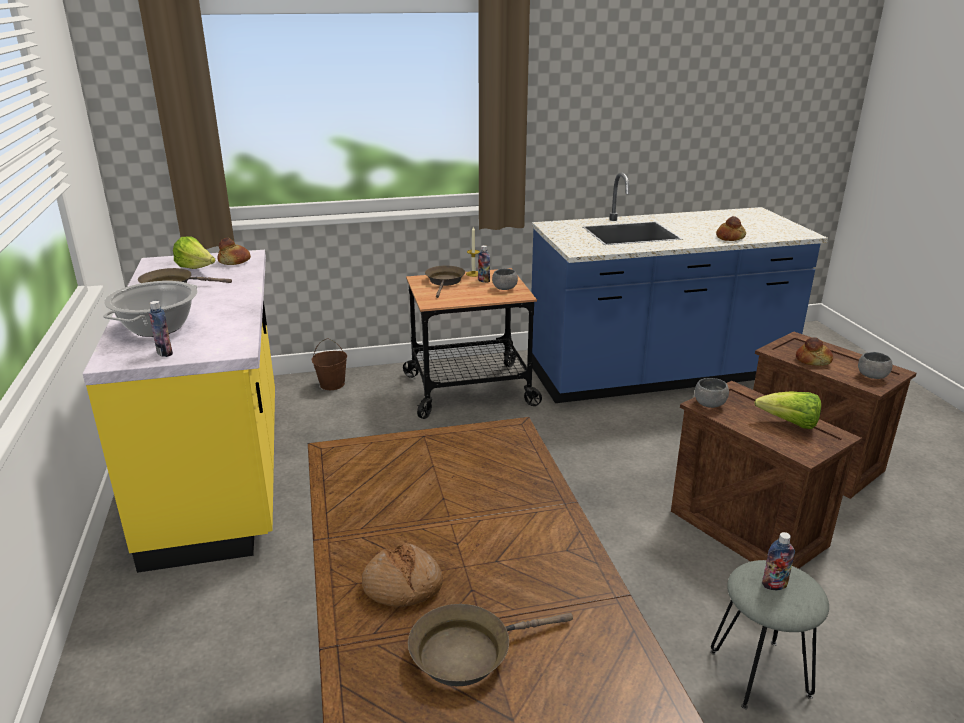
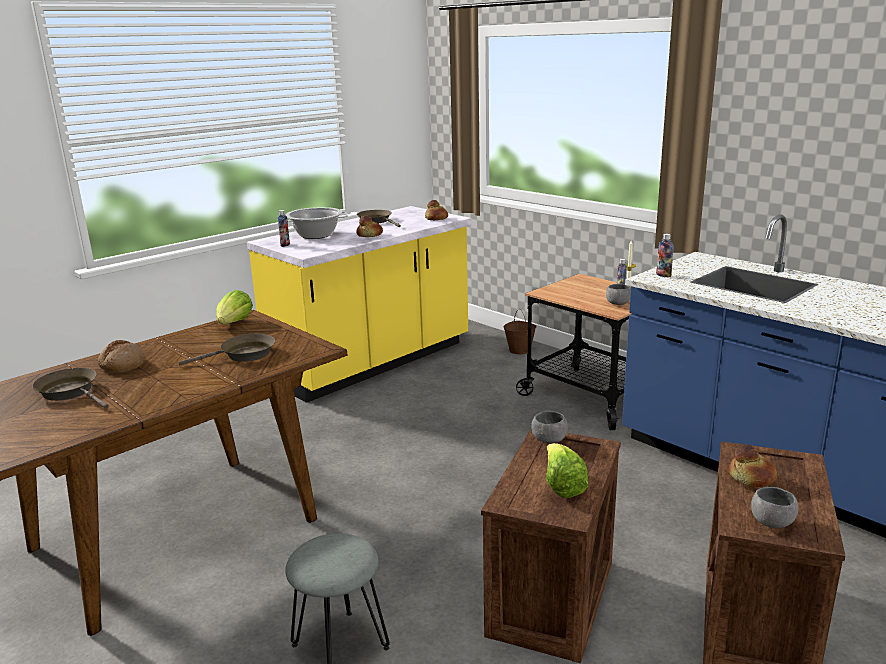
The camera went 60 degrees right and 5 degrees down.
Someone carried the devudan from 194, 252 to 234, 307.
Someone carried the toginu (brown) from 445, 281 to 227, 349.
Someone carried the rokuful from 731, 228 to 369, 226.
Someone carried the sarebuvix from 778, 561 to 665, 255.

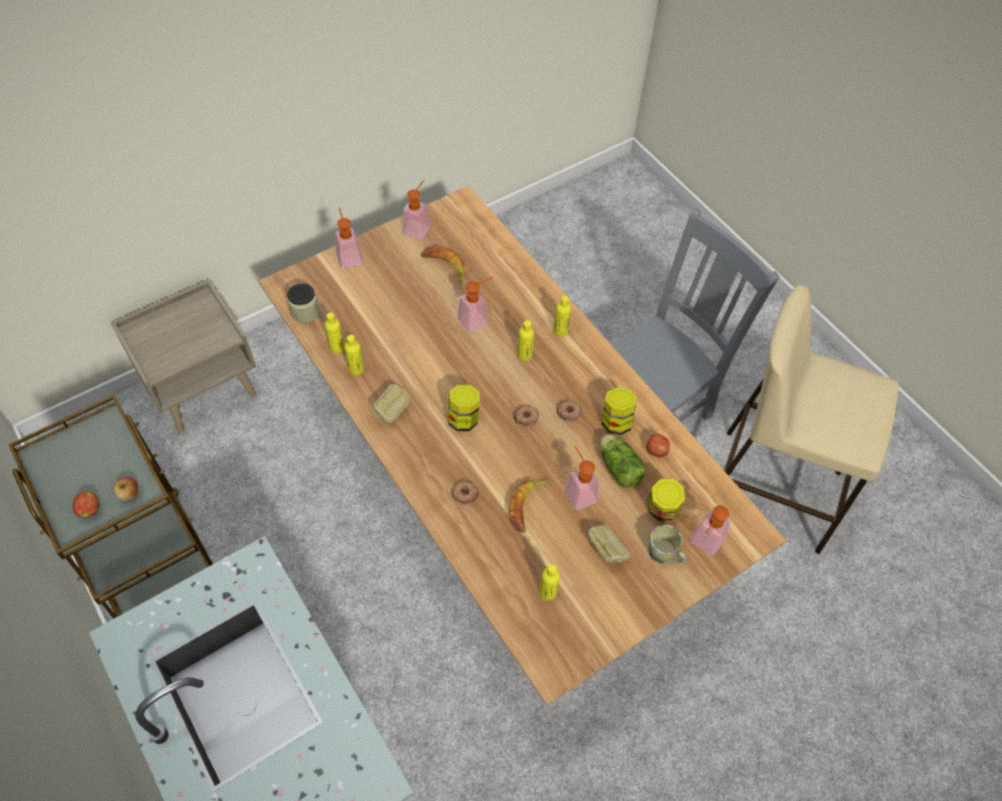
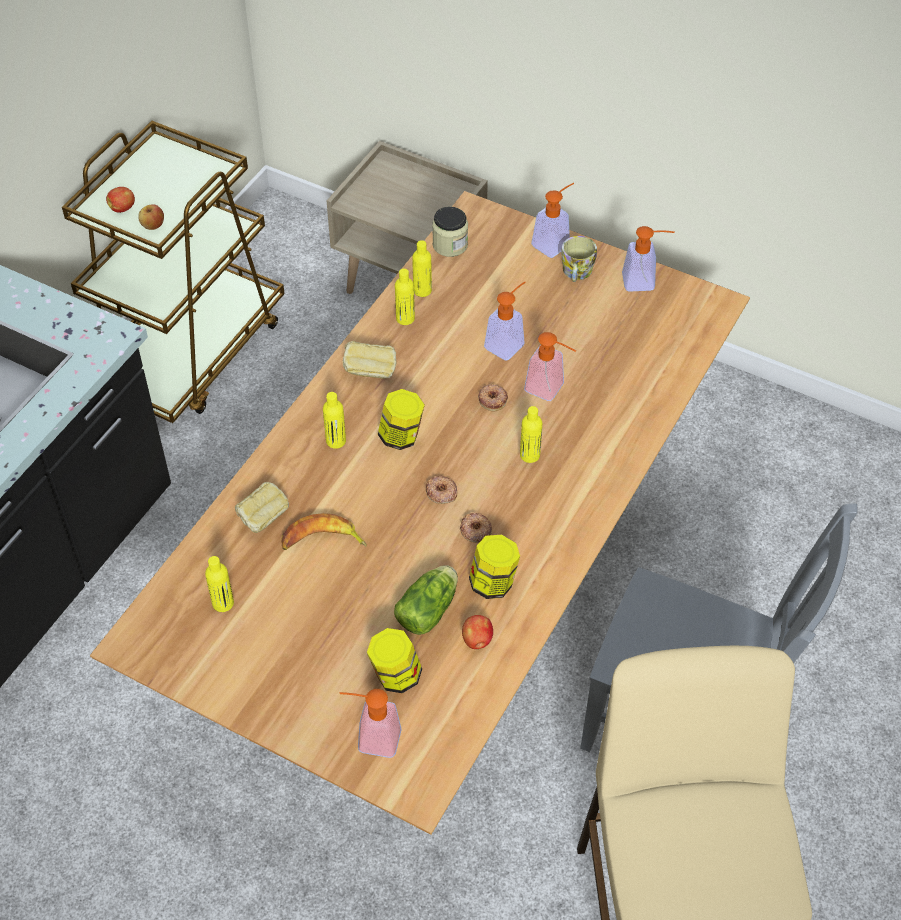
The camera went 65 degrees right and 5 degrees down.
Someone took away the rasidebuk at 443, 265.
Someone carried the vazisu from 464, 493 to 493, 398.
Someone carried the sarebuvix (yellow) from 562, 316 to 334, 420.
Someone carried the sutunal from 582, 478 to 504, 321.
Someone carried the rokuful from 609, 544 to 262, 507.
Someone carried the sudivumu from 667, 544 to 579, 259.

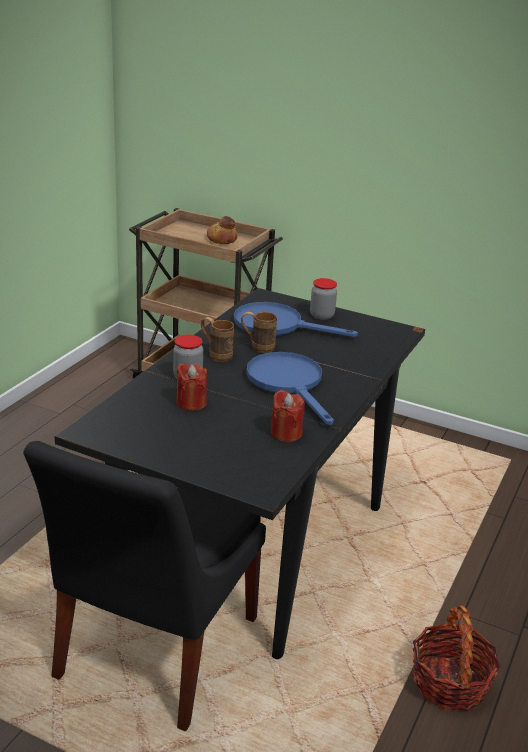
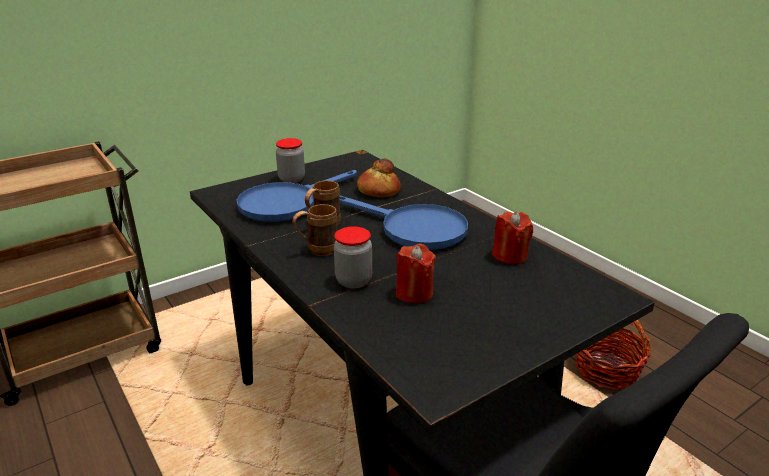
The camera went 60 degrees left and 0 degrees up.
Someone carried the rokuful from 222, 230 to 379, 177.
Someone rotated the toginu (blue) at 290, 388 by 150 degrees counterclockwise.

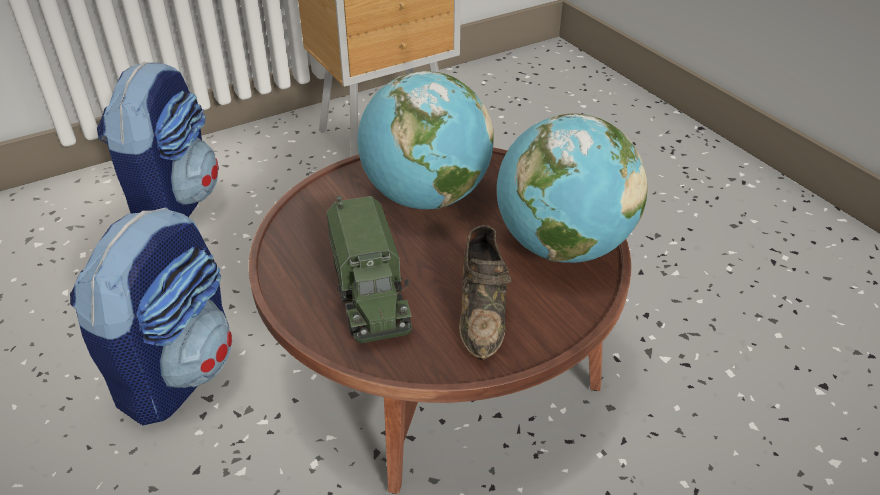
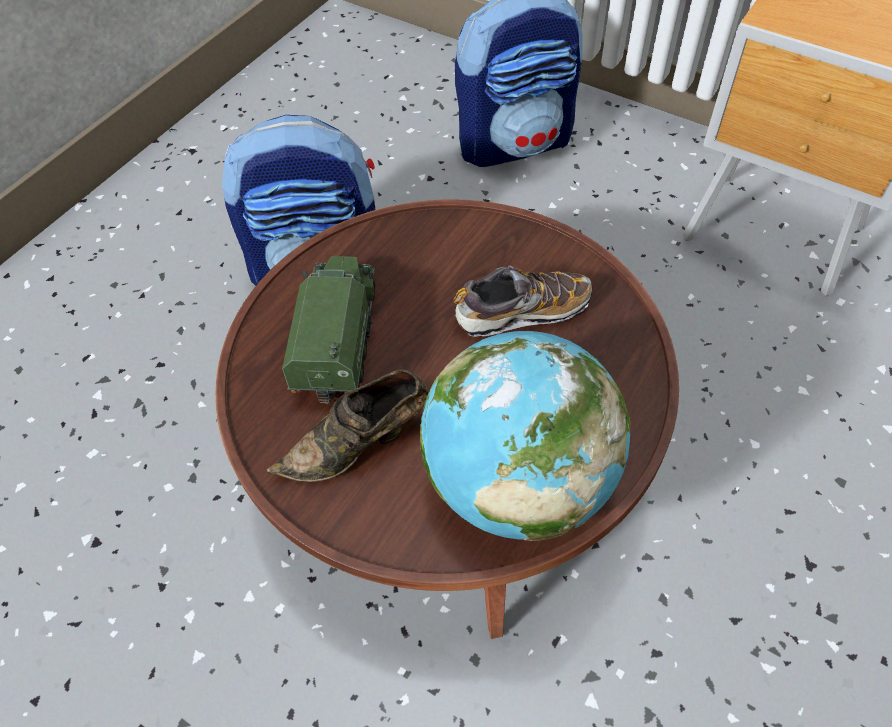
The camera went 65 degrees right and 15 degrees up.
Someone swapped the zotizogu at 426, 140 for the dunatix at 523, 301.
Someone rotated the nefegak at 369, 269 by 135 degrees clockwise.

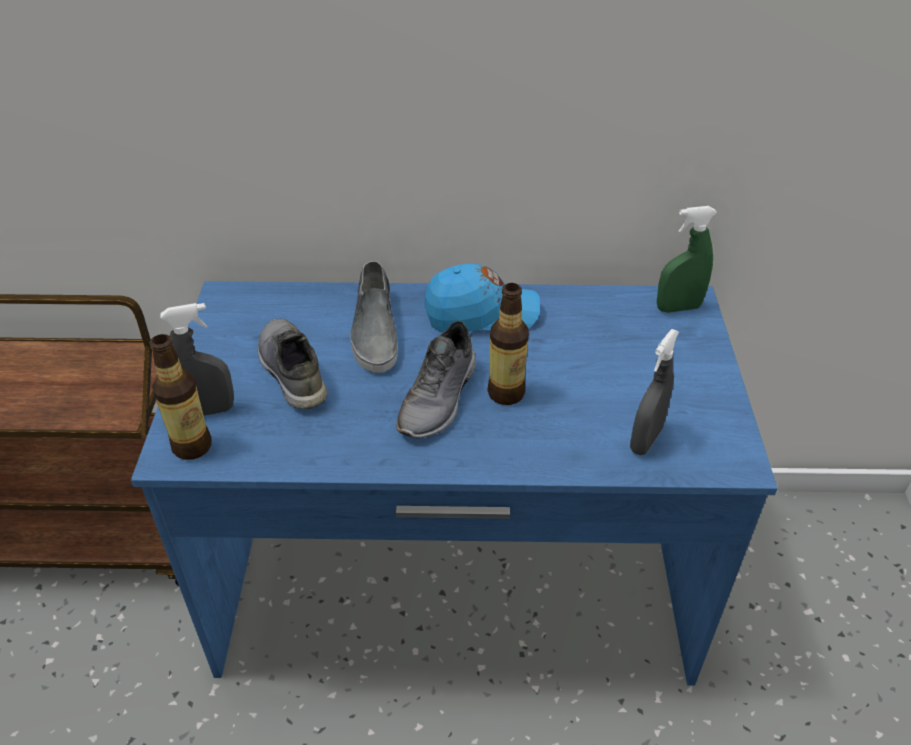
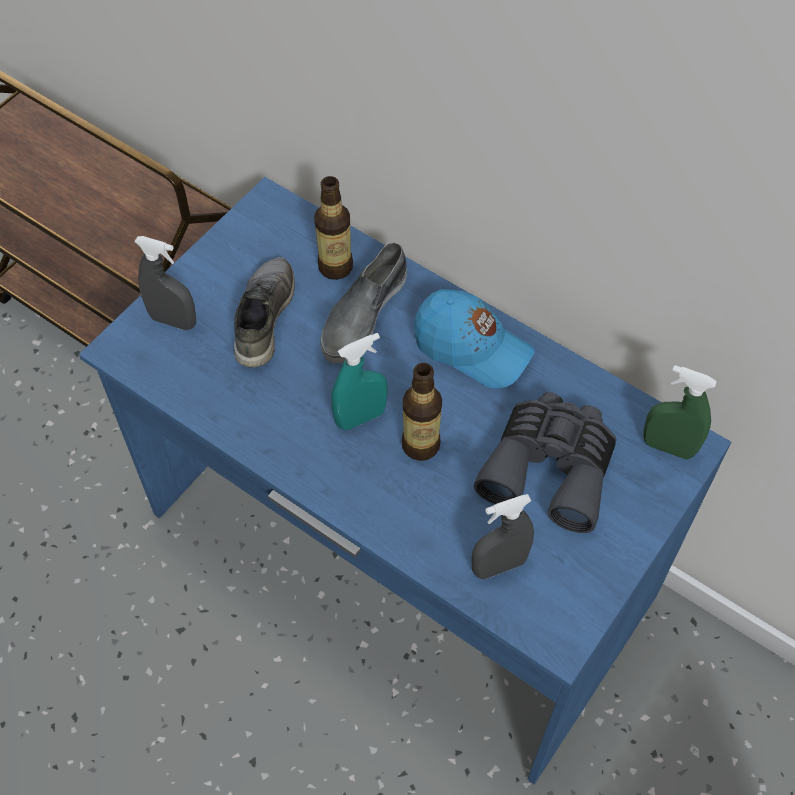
The camera went 35 degrees right and 15 degrees up.
Someone put down the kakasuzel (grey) at 545, 462.
Someone carried the sarebuvix from 180, 397 to 333, 228.
Someone swapped the dunatix (grey) at 436, 379 for the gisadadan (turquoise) at 359, 382.

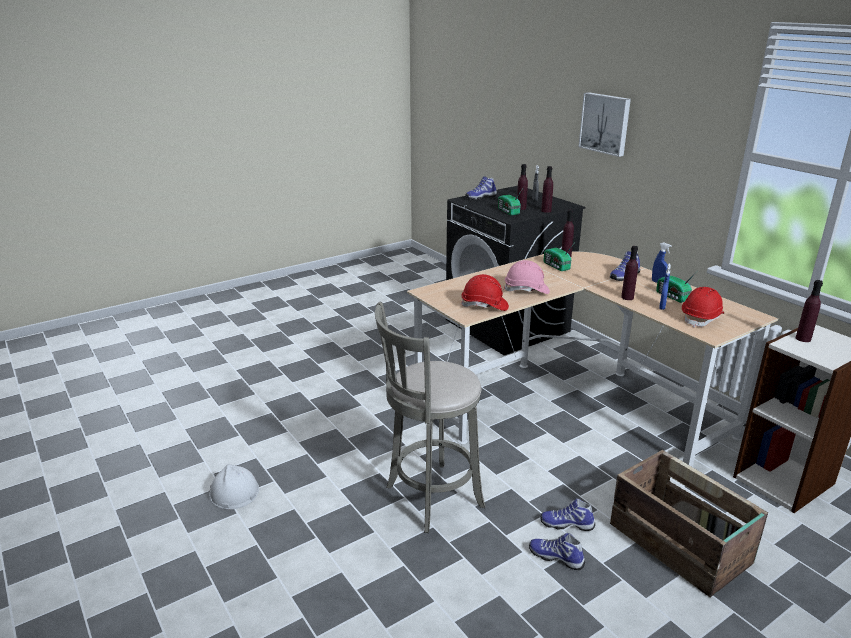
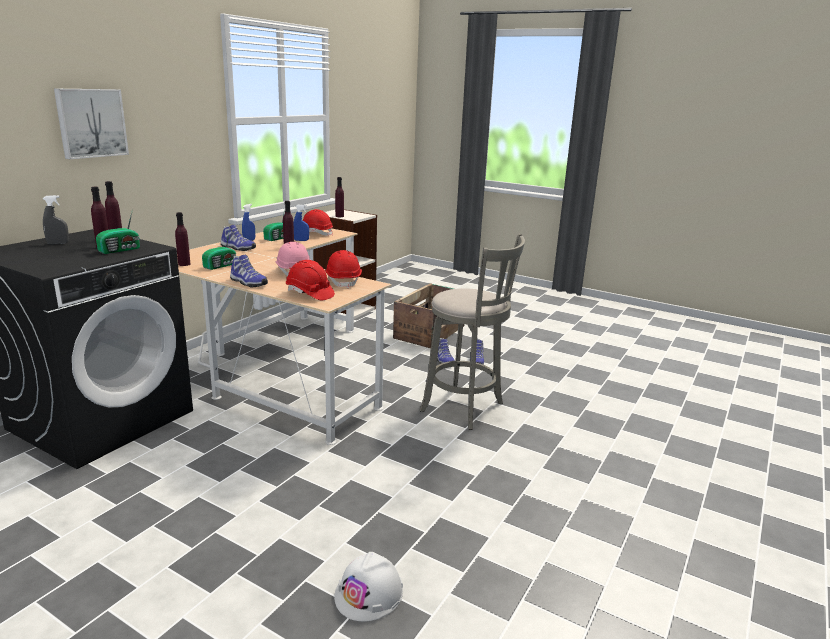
The camera went 115 degrees left and 5 degrees down.
Someone put down the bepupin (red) at 310, 280.
Someone carried the bepupin (white) from 234, 486 to 368, 586.
Someone carried the dunatix from 481, 188 to 249, 271.

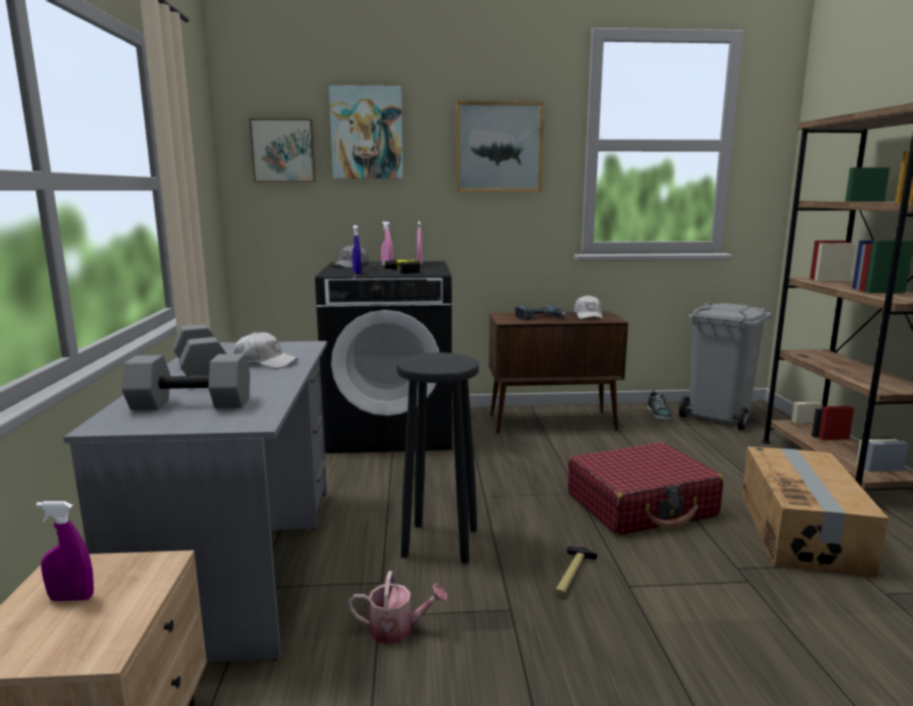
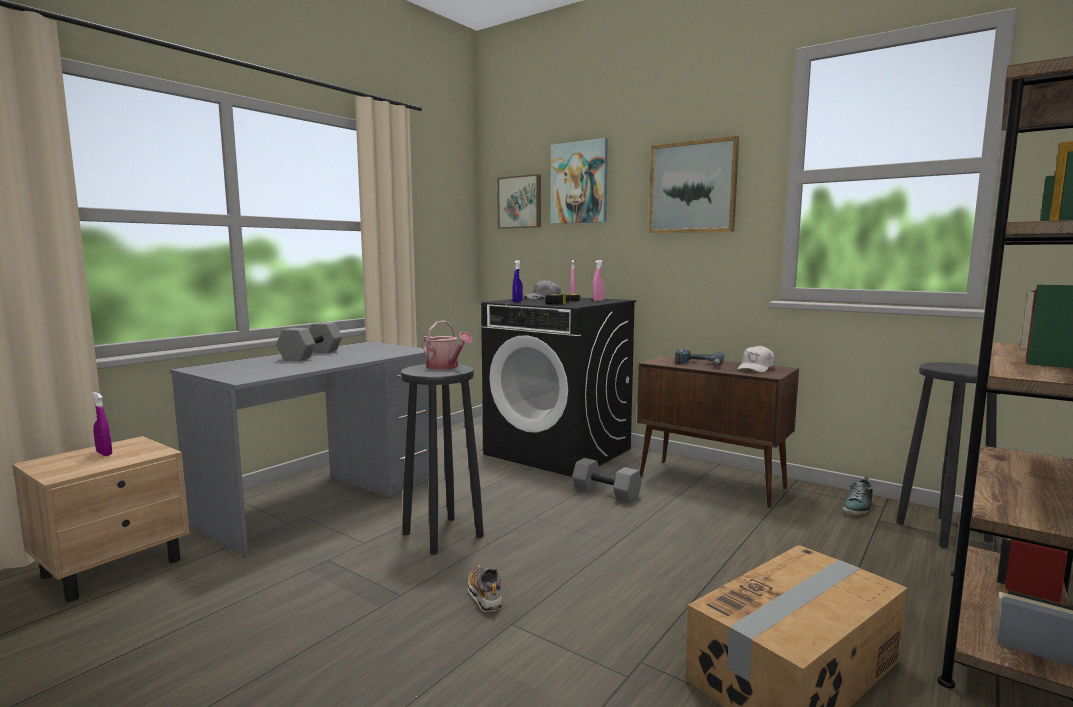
The camera went 40 degrees right and 5 degrees down.
Someone took away the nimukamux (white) at 265, 350.
Someone took away the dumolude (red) at 645, 488.
Someone carried the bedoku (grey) from 186, 382 to 607, 480.
Someone carried the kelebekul from 398, 607 to 447, 345.
Someone swapped the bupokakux at 576, 571 for the dunatix at 485, 588.
Someone swapped the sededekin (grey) at 725, 366 for the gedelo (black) at 946, 455.

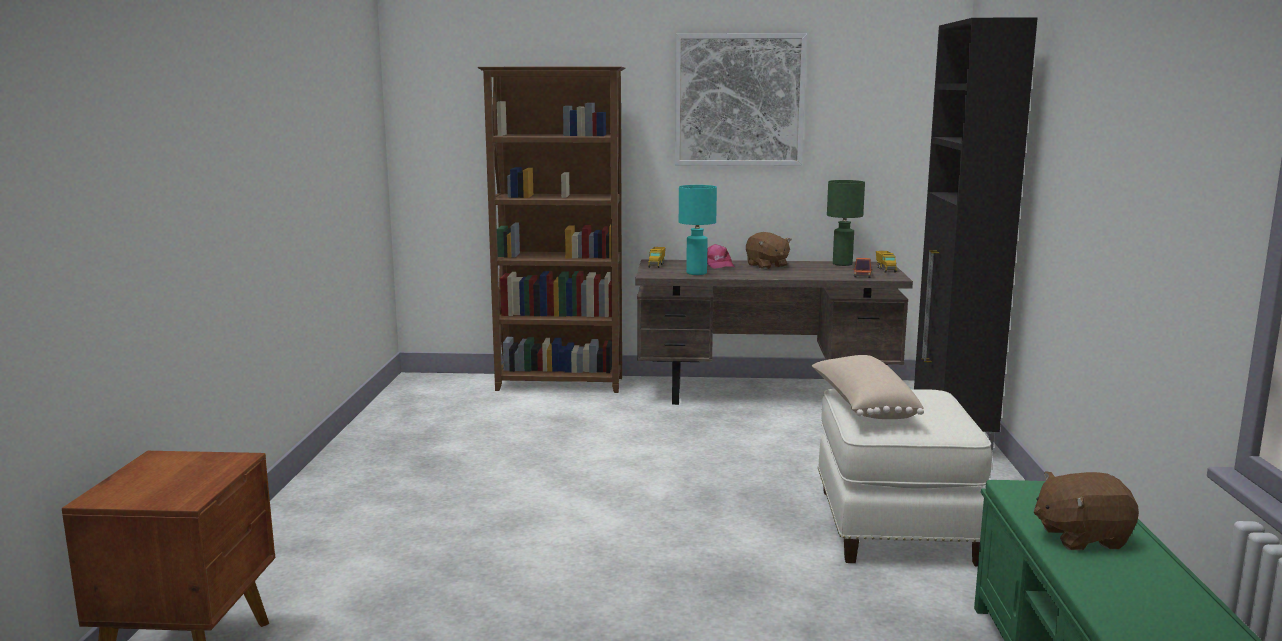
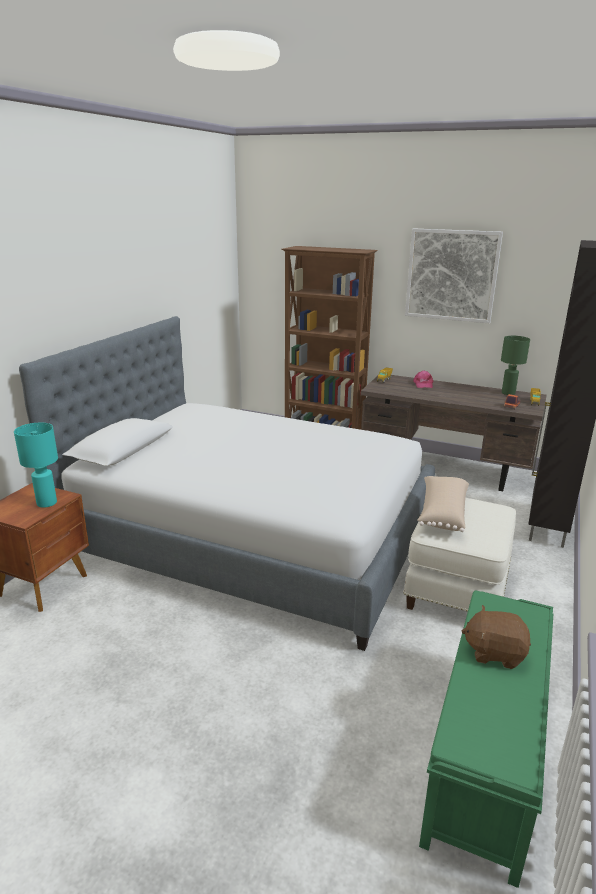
The camera went 20 degrees right and 10 degrees up.
Someone took away the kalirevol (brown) at 769, 250.
Someone put down the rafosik at 227, 483.
Someone carried the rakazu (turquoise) from 698, 230 to 36, 465.

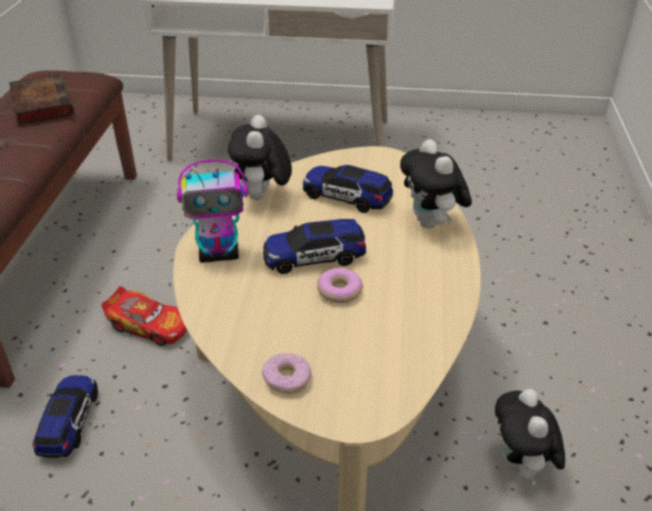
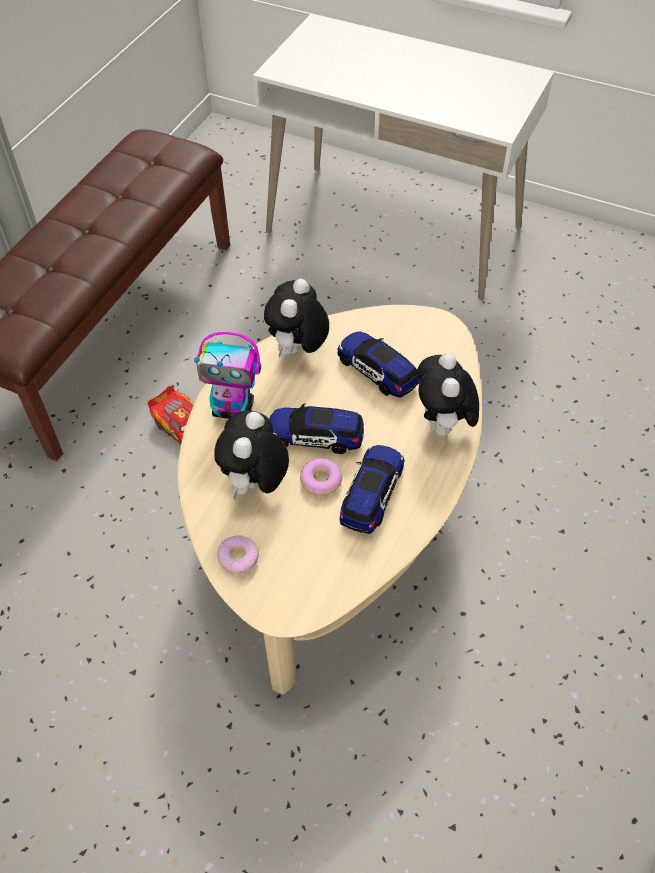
The camera went 20 degrees right and 15 degrees up.
Someone took away the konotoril at 41, 99.
Someone carried the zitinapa from 65, 416 to 371, 489.
Someone carried the kalirevol from 530, 437 to 251, 455.

